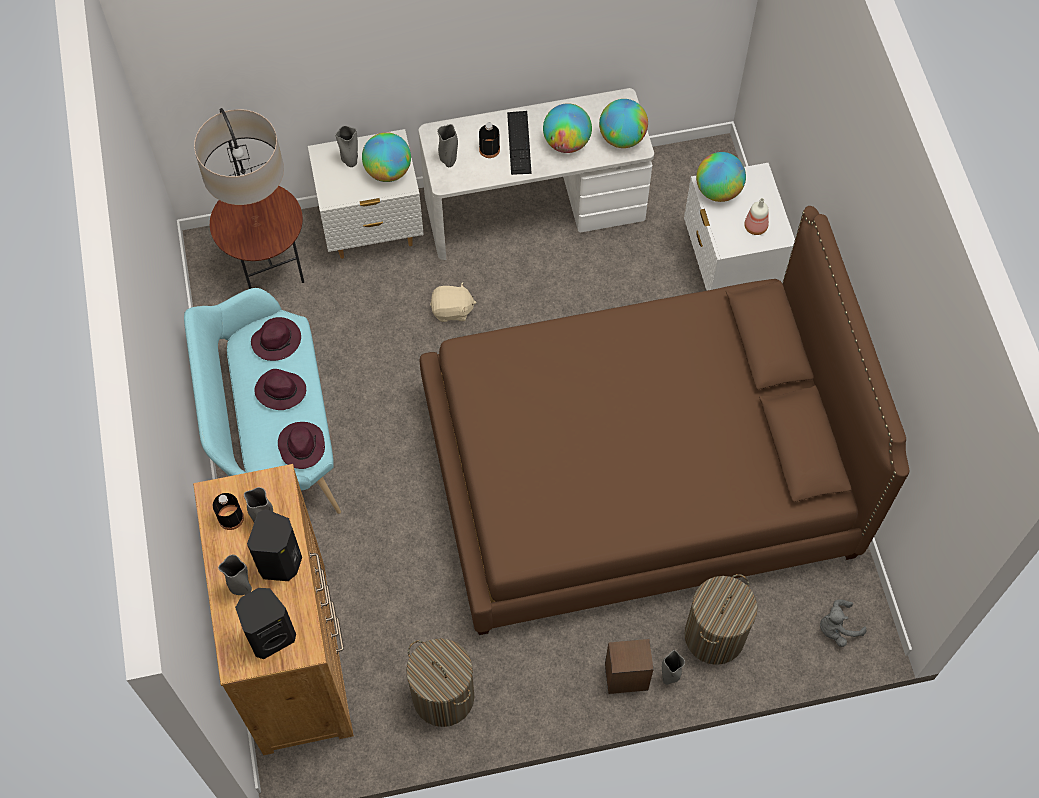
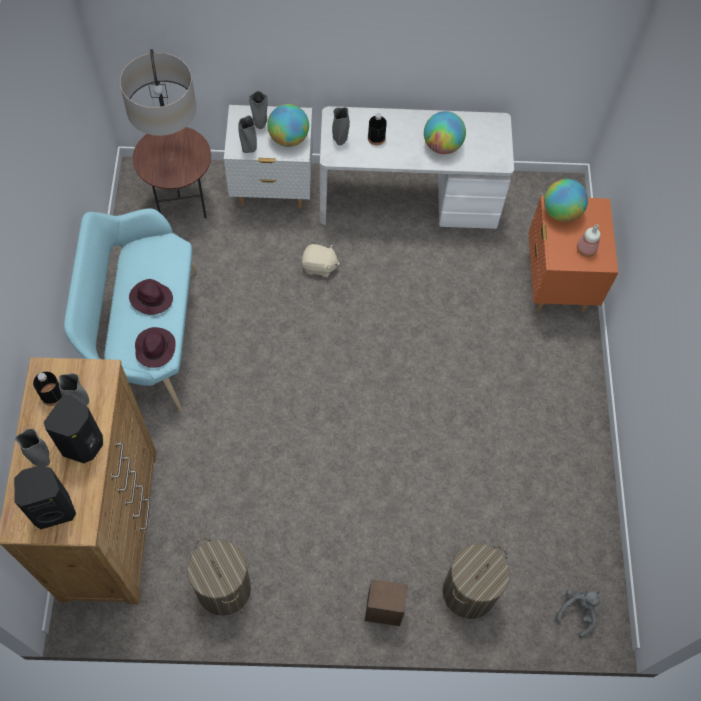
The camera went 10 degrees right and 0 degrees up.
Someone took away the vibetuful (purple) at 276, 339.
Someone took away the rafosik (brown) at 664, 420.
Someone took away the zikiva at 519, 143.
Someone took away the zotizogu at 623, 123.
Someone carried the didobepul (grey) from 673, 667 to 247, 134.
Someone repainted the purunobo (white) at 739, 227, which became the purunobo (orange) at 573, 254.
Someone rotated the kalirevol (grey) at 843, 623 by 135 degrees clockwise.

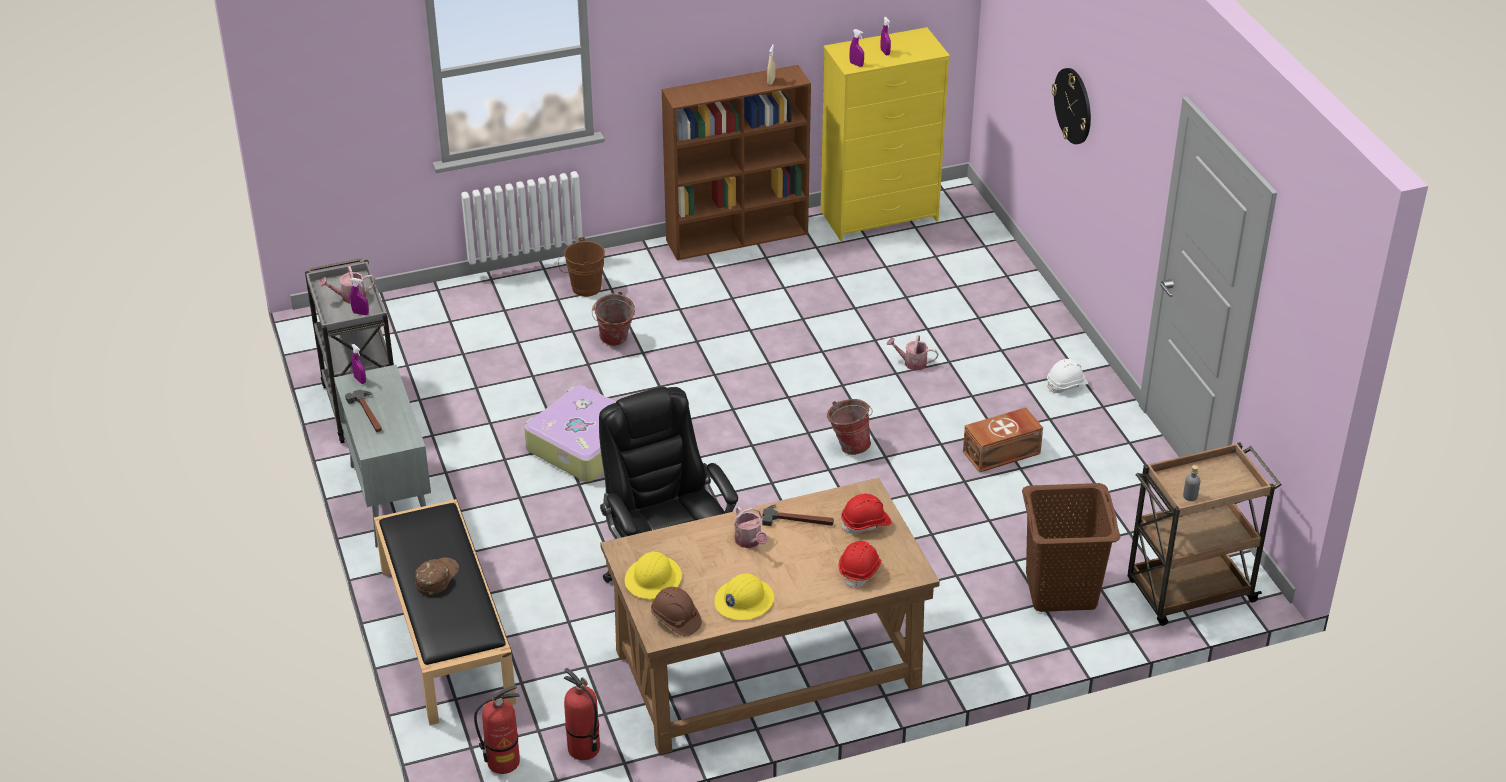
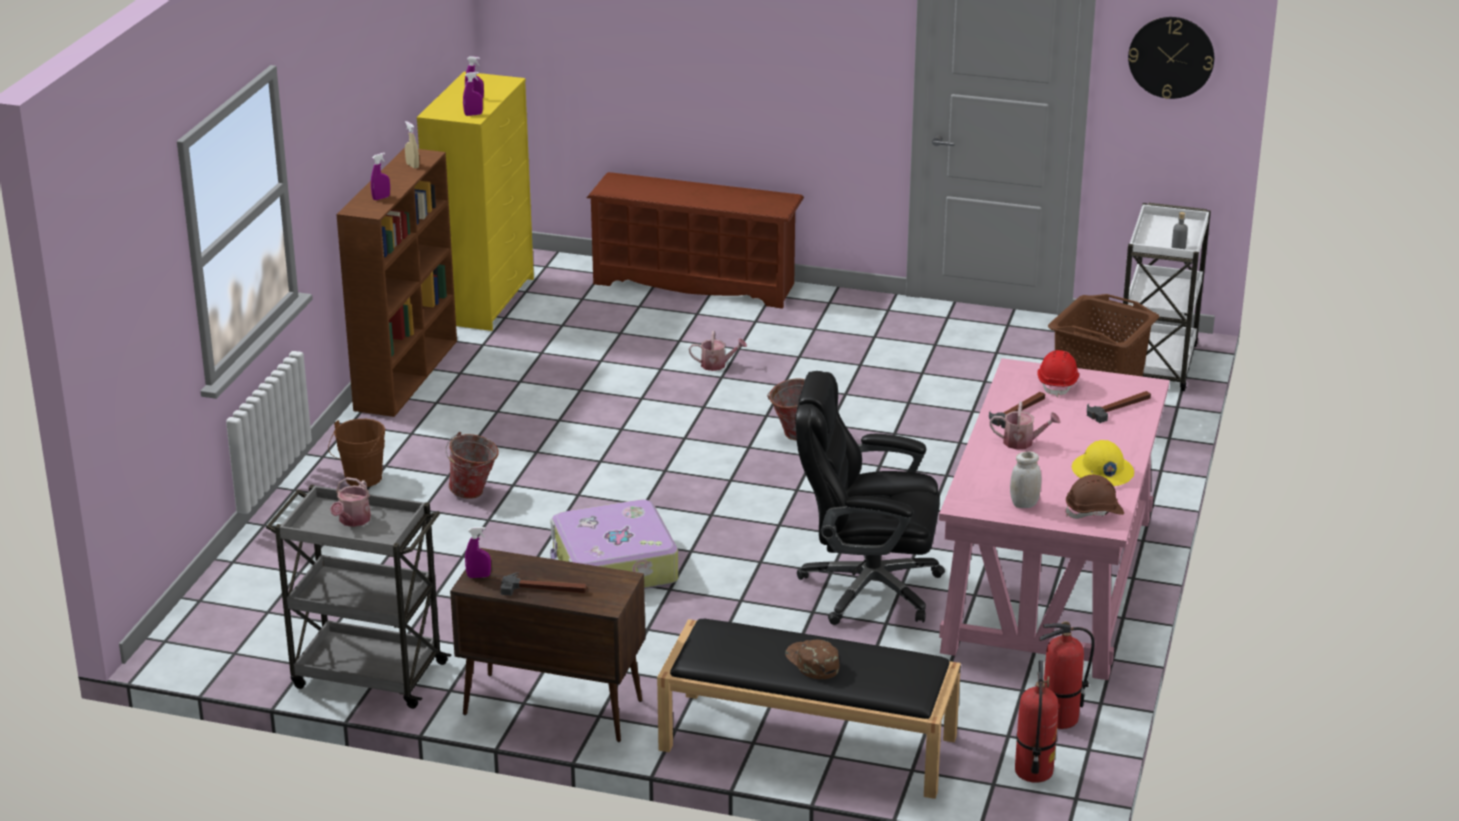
The camera went 55 degrees left and 10 degrees down.
Someone took away the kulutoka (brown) at 1003, 440.
Someone took away the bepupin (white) at 1067, 376.
Someone put down the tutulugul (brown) at 695, 240.
Someone carried the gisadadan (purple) from 359, 296 to 380, 176.
Someone carried the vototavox from 1071, 106 to 1171, 58.
Someone swapped the bepupin (yellow) at 653, 575 for the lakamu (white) at 1025, 479.
Someone swapped the bepupin (red) at 860, 565 for the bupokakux at 1119, 407.
Someone repainted the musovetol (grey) at 382, 456, which became the musovetol (brown) at 547, 645.
Someone repainted the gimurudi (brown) at 770, 616, which became the gimurudi (pink) at 1054, 519.
Someone repainted the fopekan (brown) at 1204, 534, which became the fopekan (white) at 1165, 297.
Someone rotated the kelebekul at 912, 353 by 135 degrees counterclockwise.

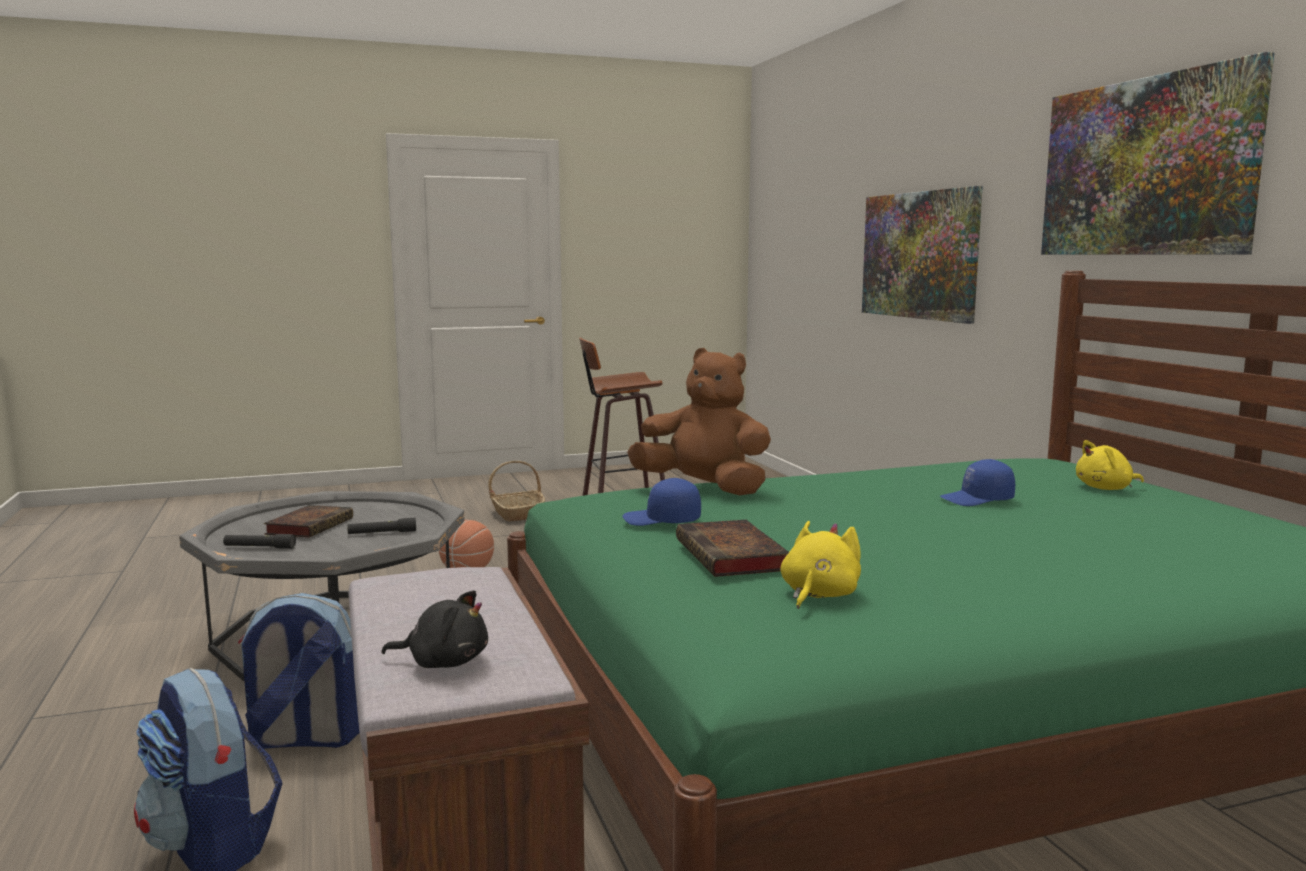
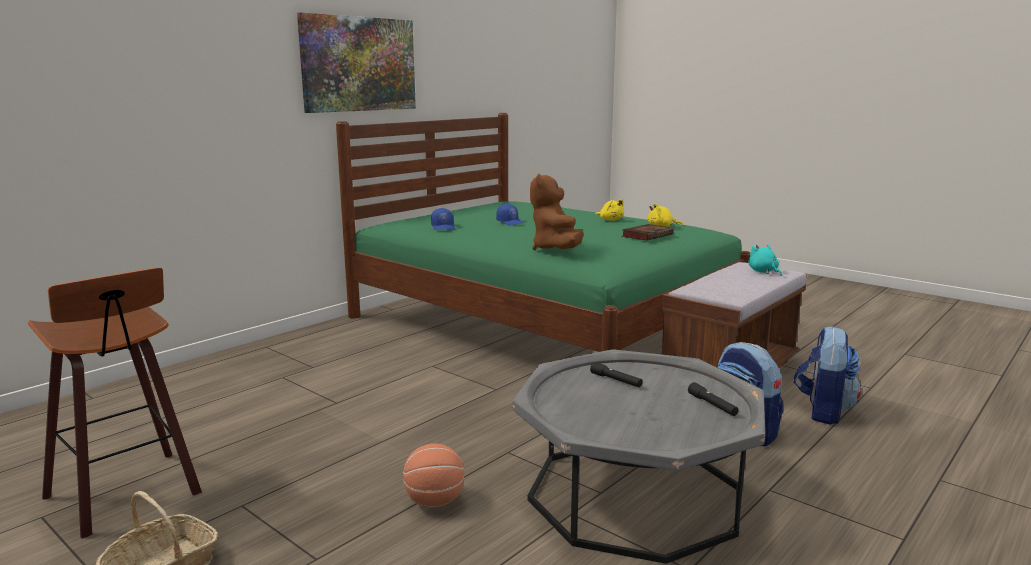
The camera went 120 degrees left and 5 degrees up.
Someone took away the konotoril at 308, 521.
Someone took away the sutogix at 922, 255.
Someone carried the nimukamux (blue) from 661, 502 to 443, 219.
Someone carried the kalirevol (yellow) from 1110, 465 to 609, 210.
Someone repainted the kalirevol (black) at 435, 629, which became the kalirevol (turquoise) at 765, 259.

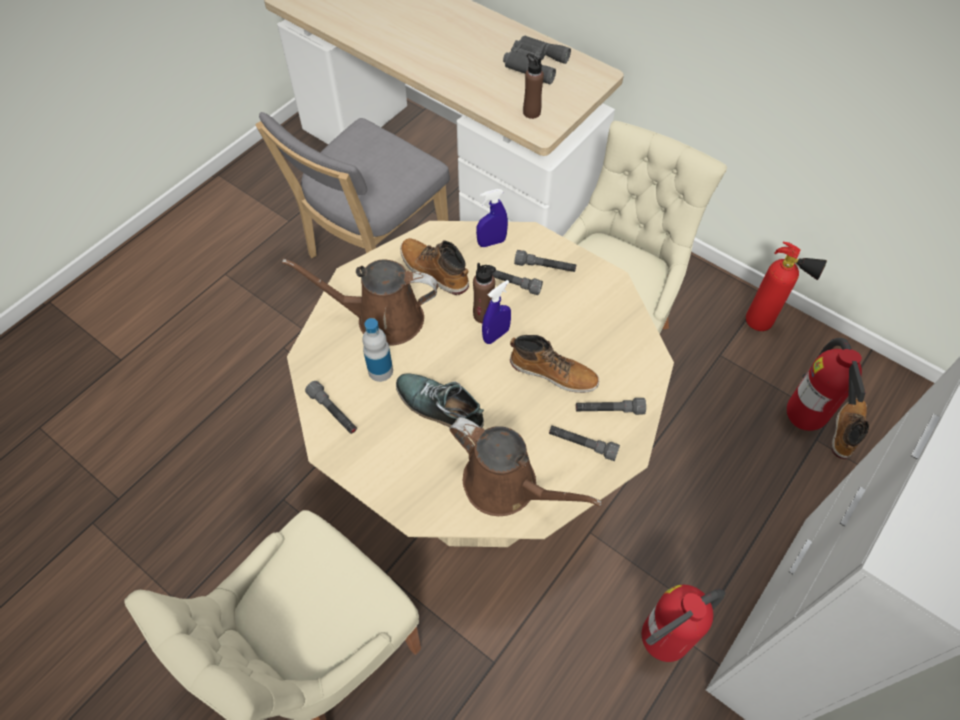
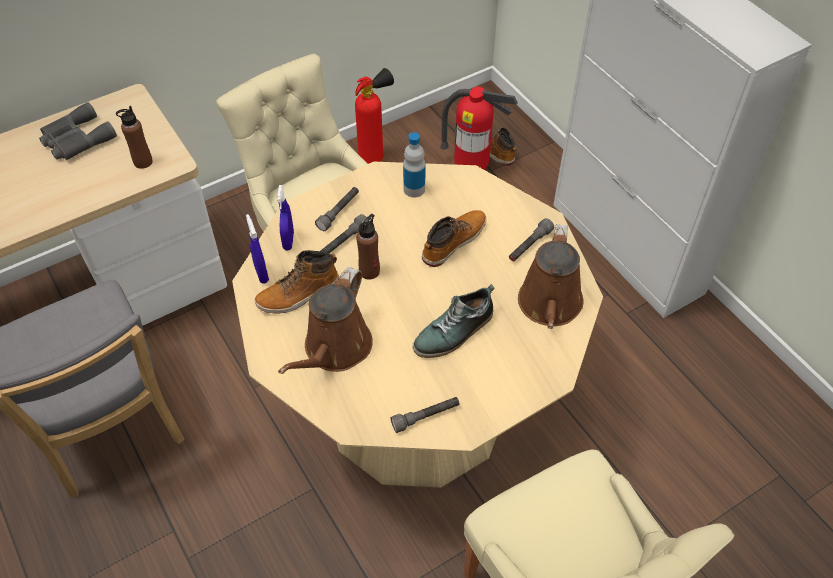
The camera went 70 degrees left and 5 degrees down.
Someone took away the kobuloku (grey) at 611, 406.
Someone took away the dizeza at 683, 623.
Someone carried the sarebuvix from 377, 350 to 414, 164.
Someone carried the gisadadan (blue) from 496, 312 to 257, 248.
Someone rotated the kelebekul (brown) at 526, 466 by 135 degrees clockwise.

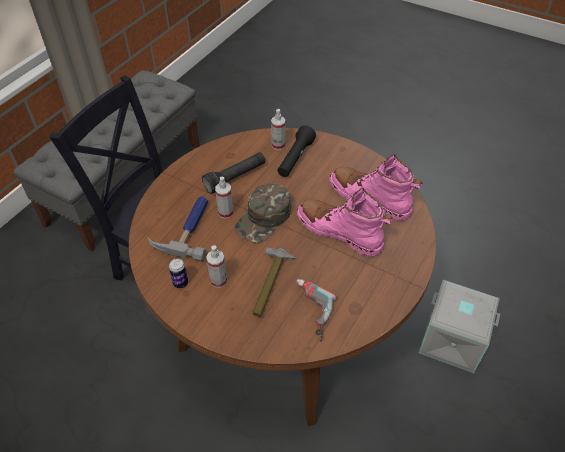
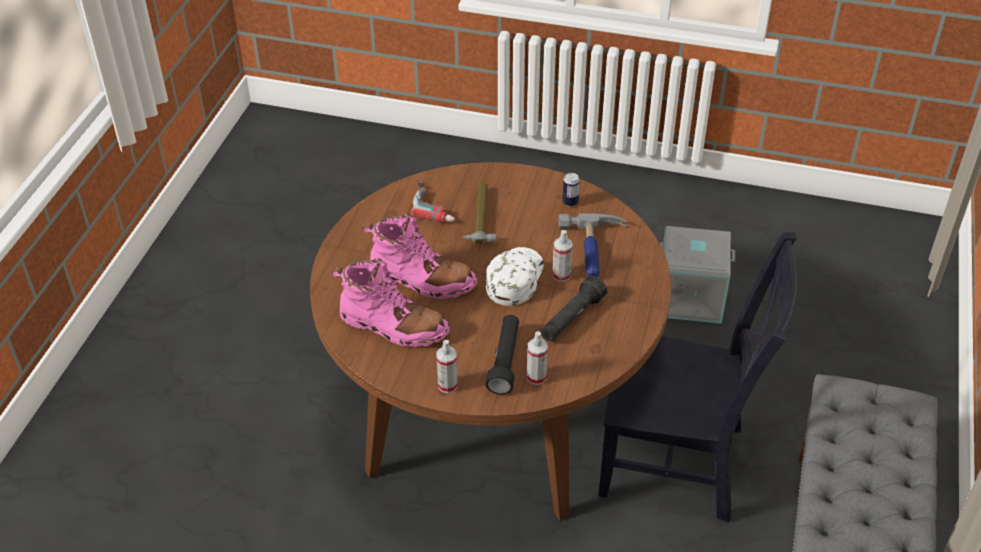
The camera went 165 degrees right and 5 degrees down.
Someone carried the gisadadan from 216, 266 to 447, 366.
Someone carried the kulutoka (grey) from 459, 326 to 697, 275.
Someone repainted the nimukamux (green) at 262, 213, which became the nimukamux (white) at 515, 276.

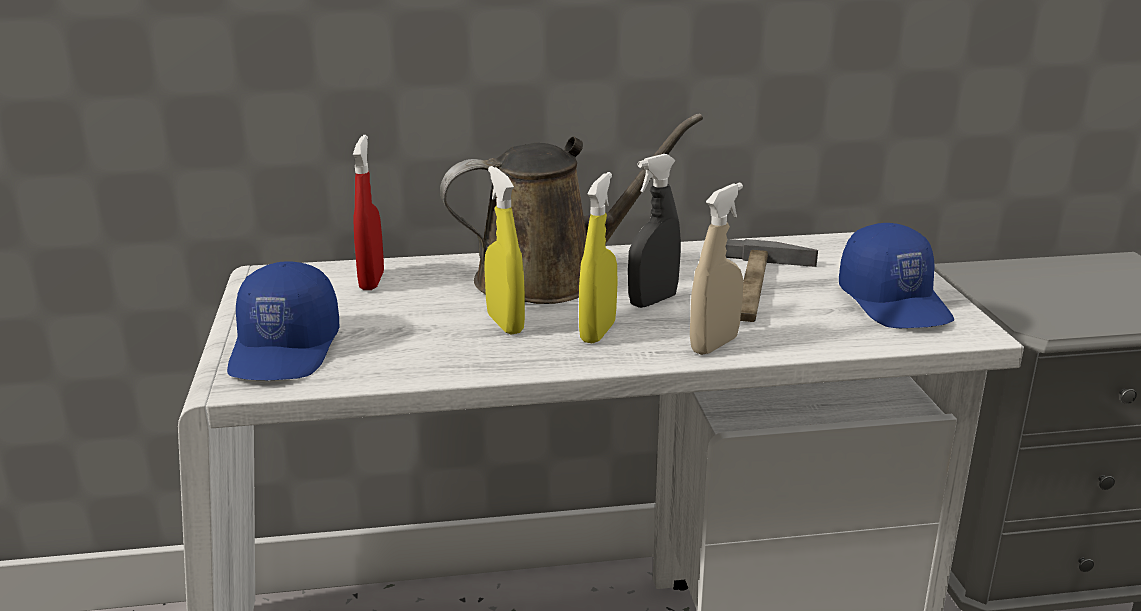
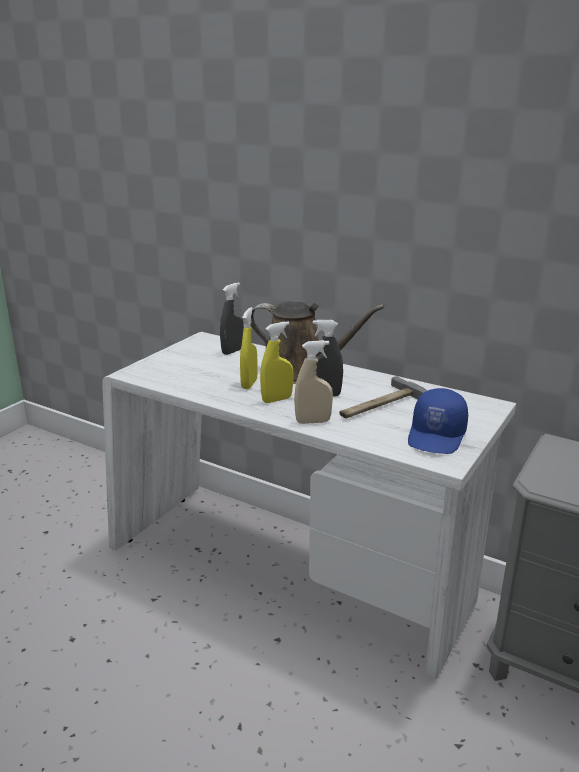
The camera went 40 degrees right and 0 degrees up.
Someone took away the nimukamux (blue) at 283, 320.
Someone repainted the gisadadan (red) at 368, 212, which became the gisadadan (grey) at 232, 318.

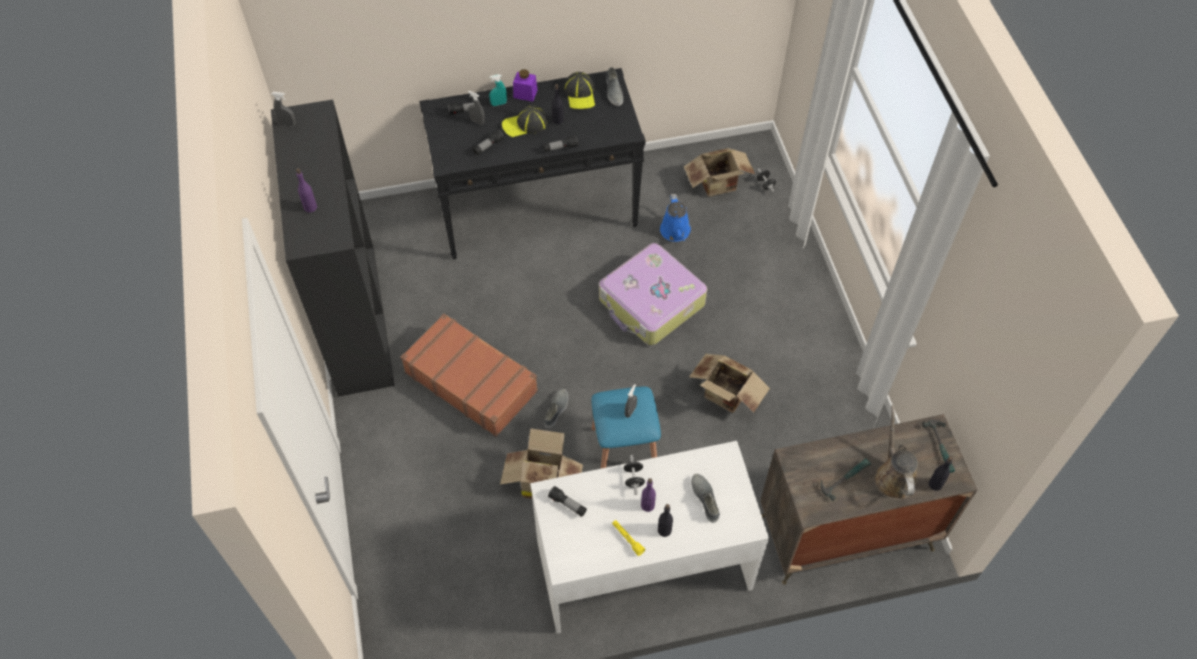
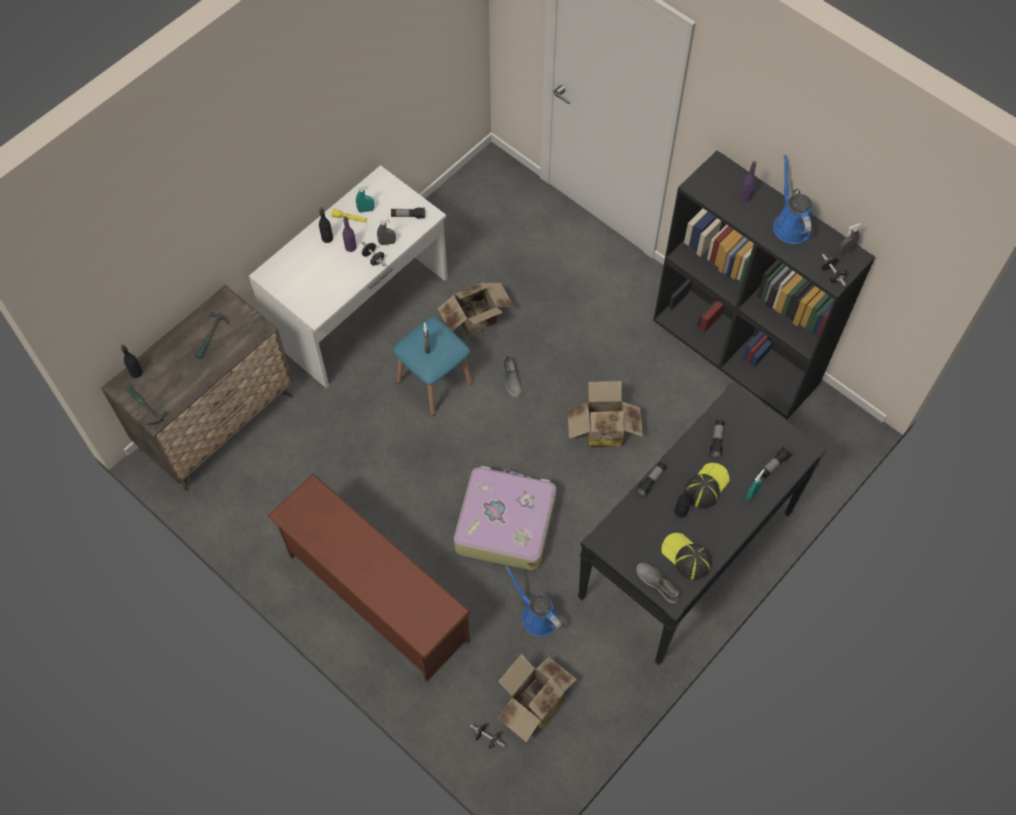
The camera went 145 degrees right and 5 degrees up.
Someone took away the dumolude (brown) at 469, 375.
Someone took away the lakamu (purple) at 525, 85.
Someone took away the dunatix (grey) at 705, 498.
Someone took away the kelebekul (brown) at 896, 452.
Someone put down the tutulugul (brown) at 369, 577.
Someone put down the gisadadan (turquoise) at 365, 198.
Someone put down the kelebekul (blue) at 793, 199.
Someone put down the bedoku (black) at 834, 270.
Someone carried the gisadadan (grey) from 476, 108 to 386, 231.
Someone carried the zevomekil from 729, 383 to 605, 414.

